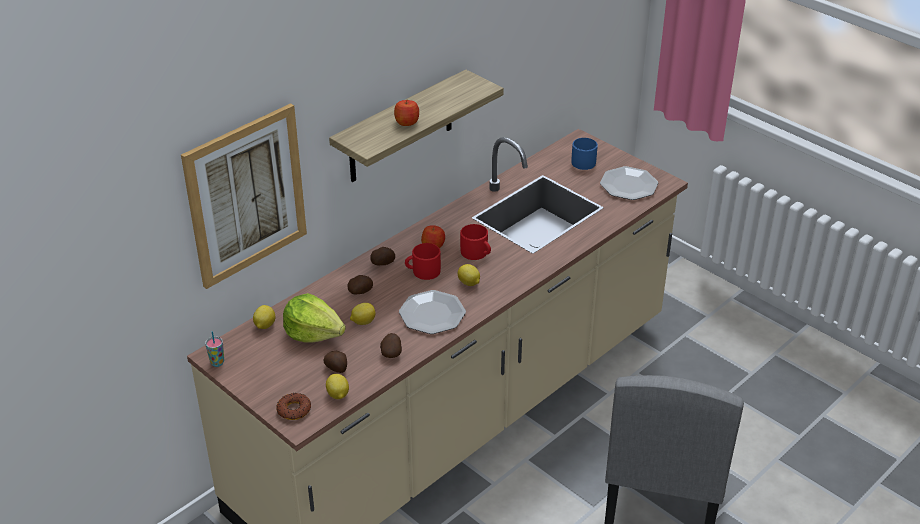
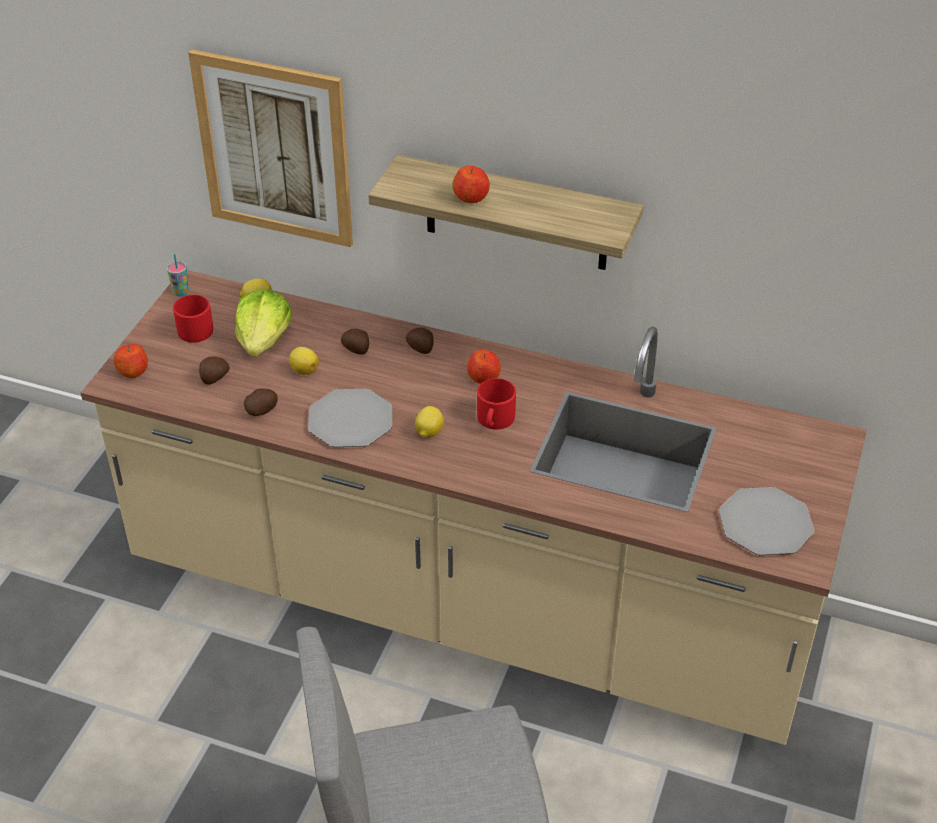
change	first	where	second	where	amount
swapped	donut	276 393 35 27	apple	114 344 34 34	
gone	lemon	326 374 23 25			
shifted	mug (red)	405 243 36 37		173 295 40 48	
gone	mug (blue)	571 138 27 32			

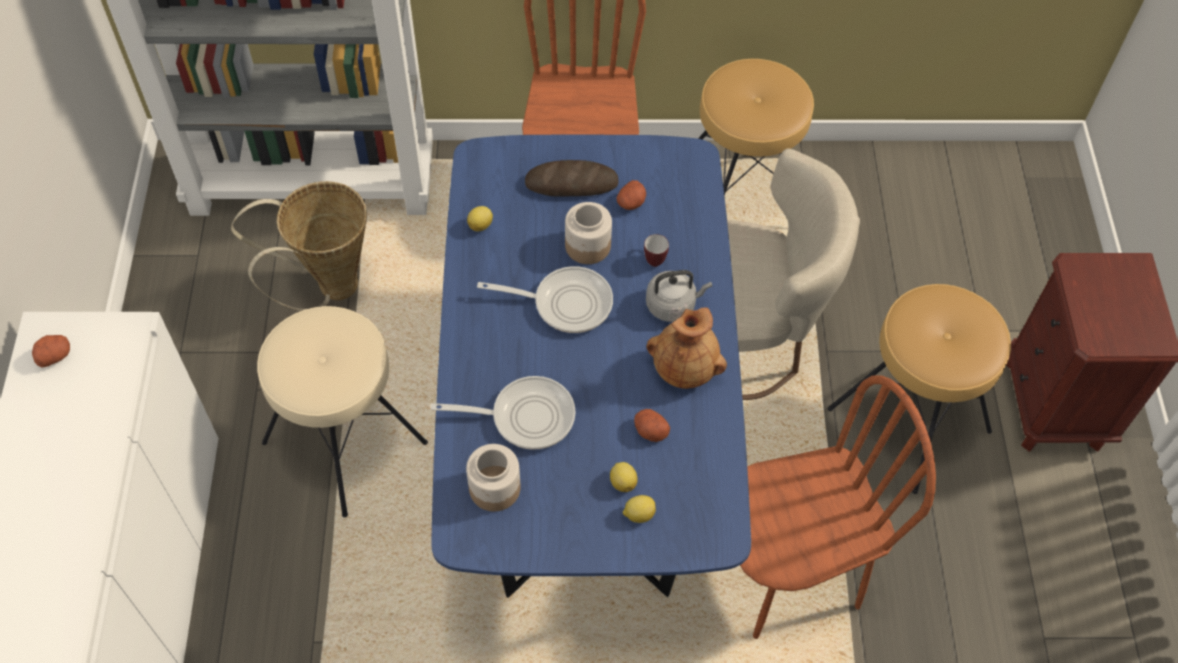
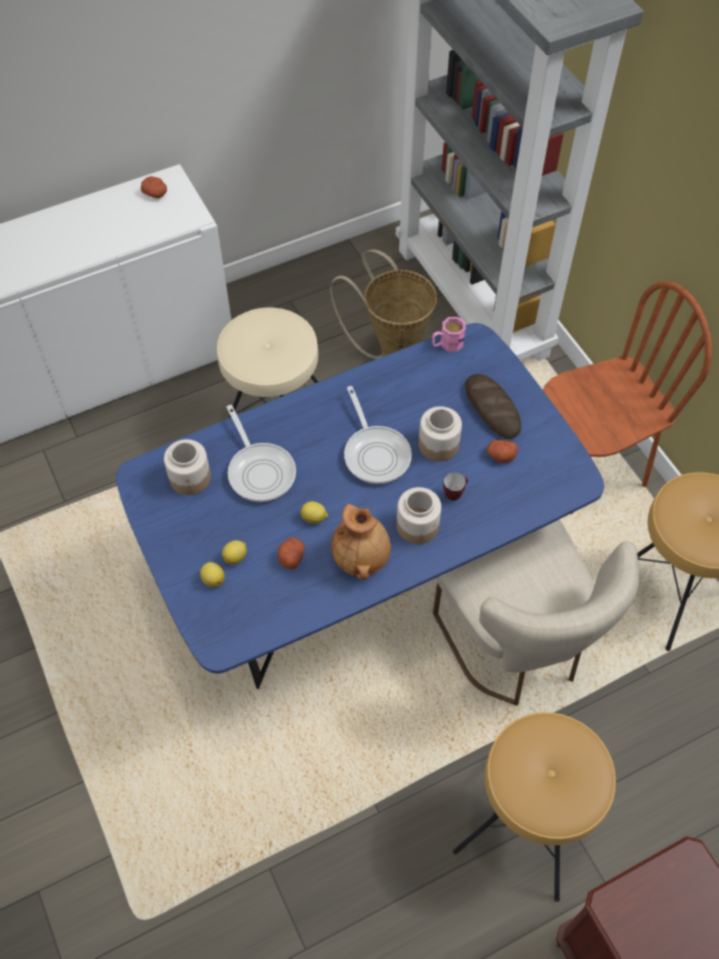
change	first	where	second	where	amount
shifted	lemon	467 206 26 26		300 501 28 23	
swapped	kettle (grey)	646 270 66 52	jar	396 487 45 57	
gone	chair (brown)	740 375 196 264			
new			mug (pink)	432 317 34 35	

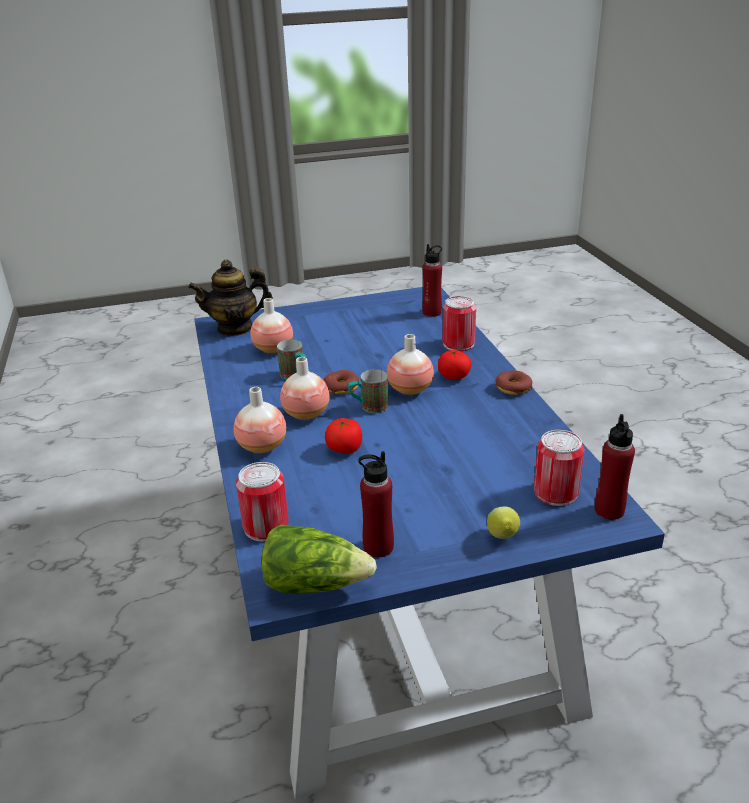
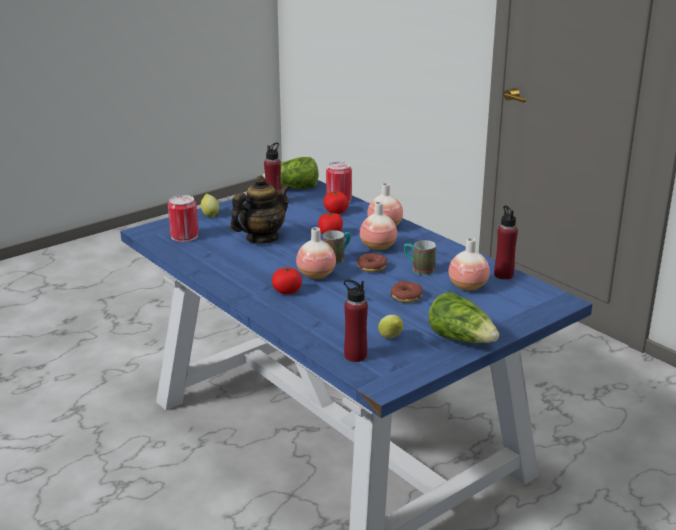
change	first	where	second	where	amount
shifted	teapot	188 259 85 77		230 175 61 69	
gone	can	443 296 33 55			
shifted	donut	495 370 37 25		390 281 33 22	
shifted	bottle (red)	595 414 40 106		494 206 24 74	
new			tomato	323 191 26 23	
new			lemon	378 315 25 24	
new			lettuce	428 292 71 51	

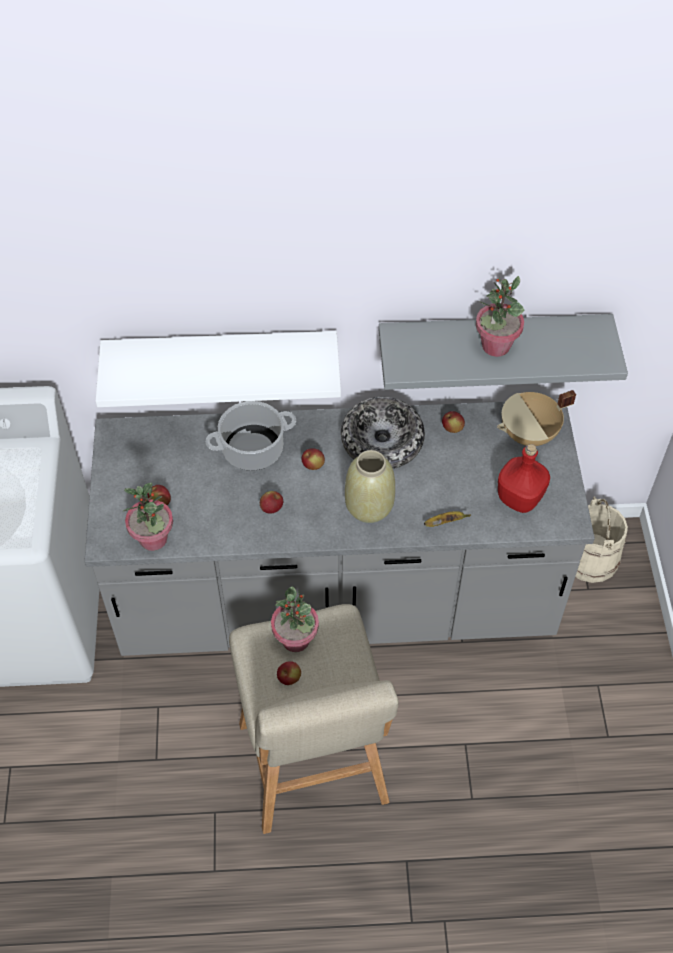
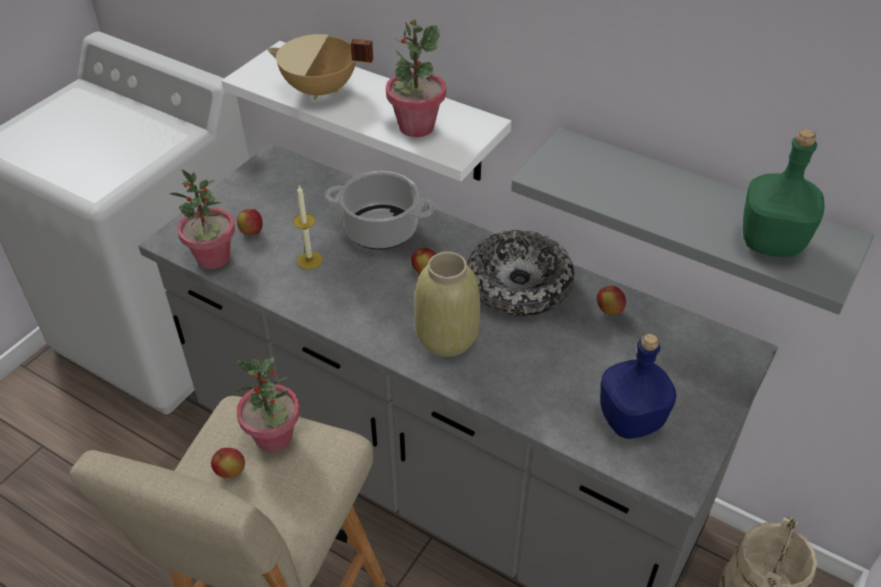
change	first	where	second	where	amount
gone	apple	260 491 23 23			
gone	banana	424 511 47 16			
shifted	potted plant	476 276 48 81		386 20 60 117	
shifted	cooking pot (beige)	497 390 79 56		268 34 106 66	
repainted	bottle (red)	498 444 52 69	bottle (blue)	600 334 76 105	
new			candle	293 185 29 84	
new			bottle (green)	743 129 81 128	

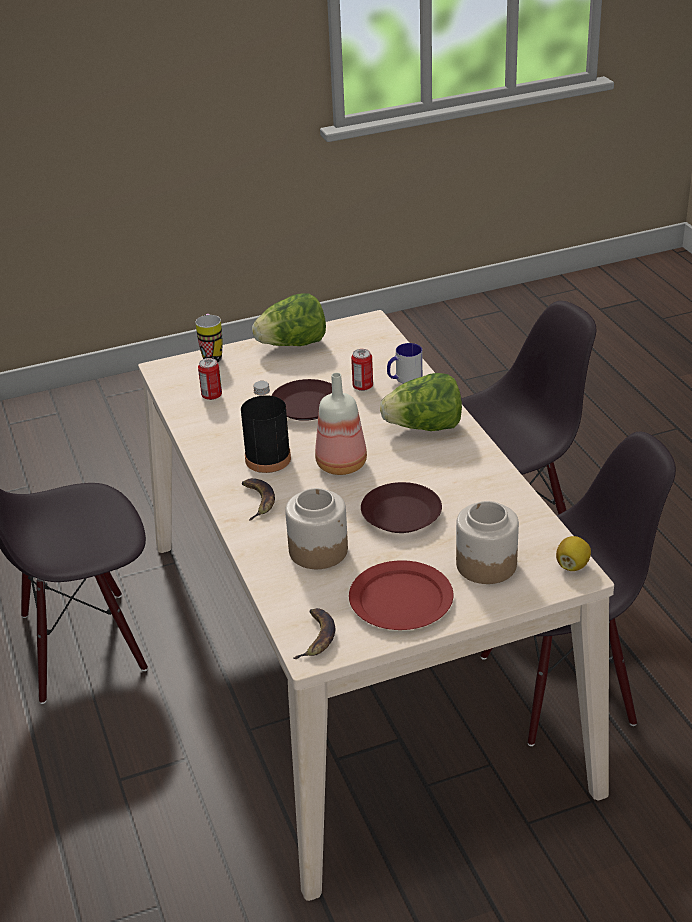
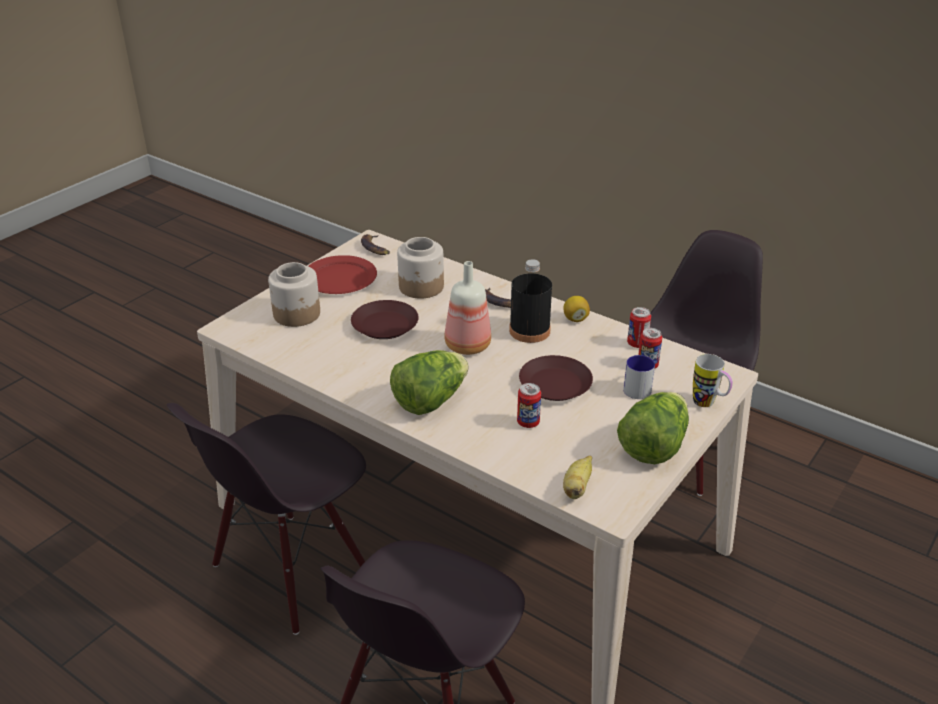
change	first	where	second	where	amount
shifted	mug	387 343 36 40		623 355 32 44	
shifted	lemon	556 536 35 35		563 296 27 26	
new			banana	563 455 29 44	
new			can	627 307 24 41	

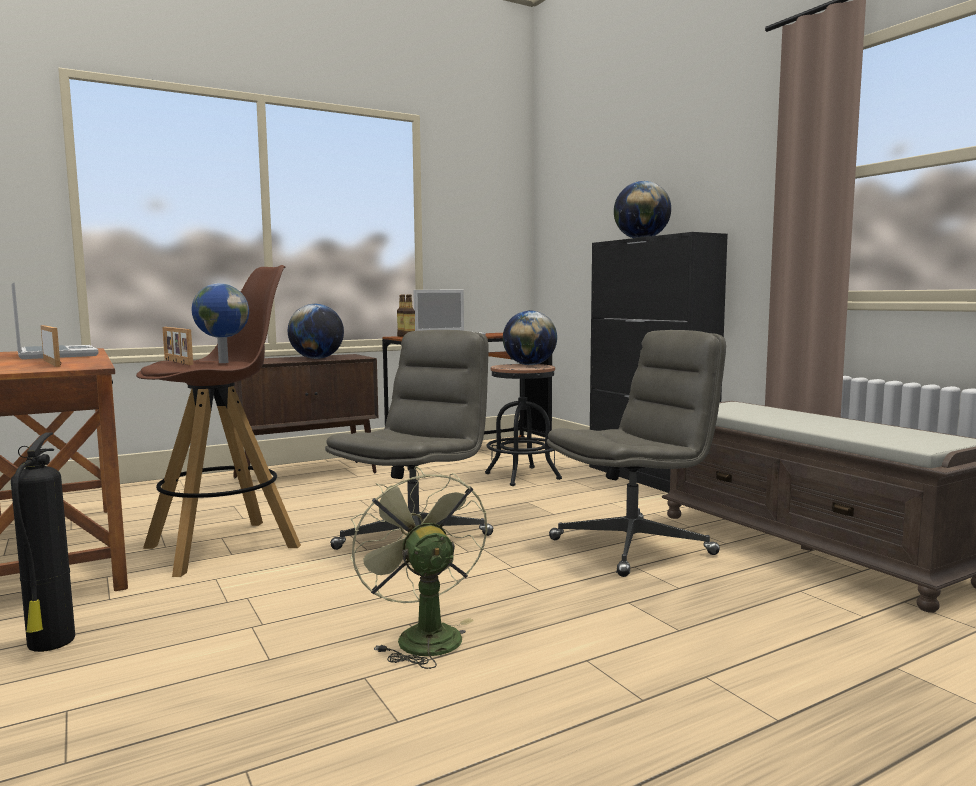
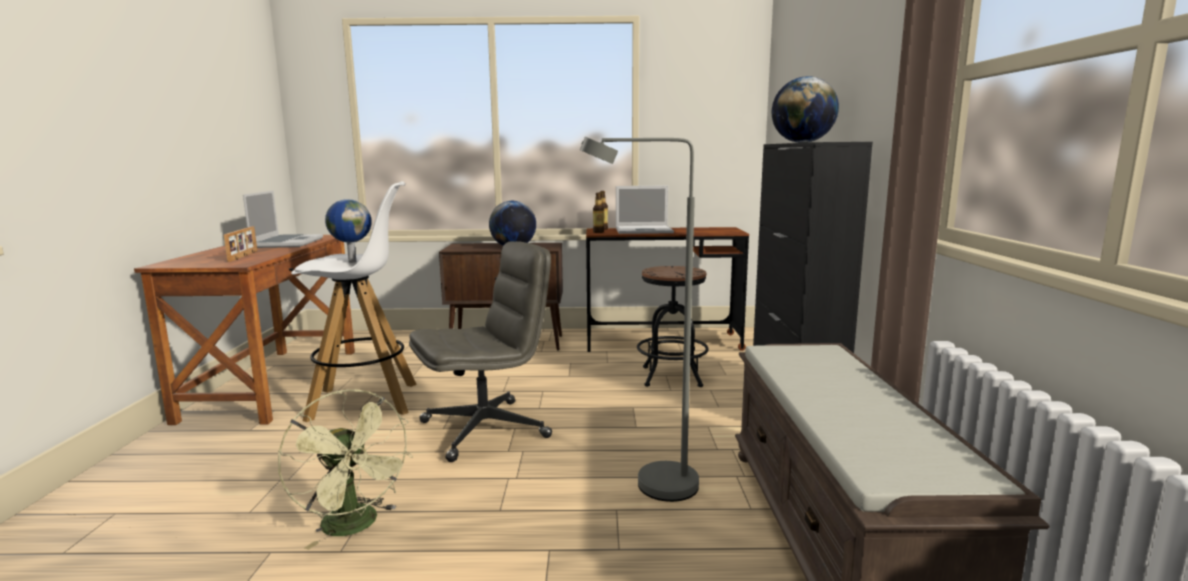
change	first	where	second	where	amount
gone	fire extinguisher	11 432 64 220			
repainted	stool (brown)	136 265 165 312	stool (white)	291 181 126 241	
gone	picture frame	163 327 30 38			
rotated	fan (green)	350 466 137 203		278 390 135 160	135 degrees clockwise
gone	globe	503 310 54 55			
swapped	office chair (grey)	547 330 179 247	floor lamp (grey)	580 137 119 365	

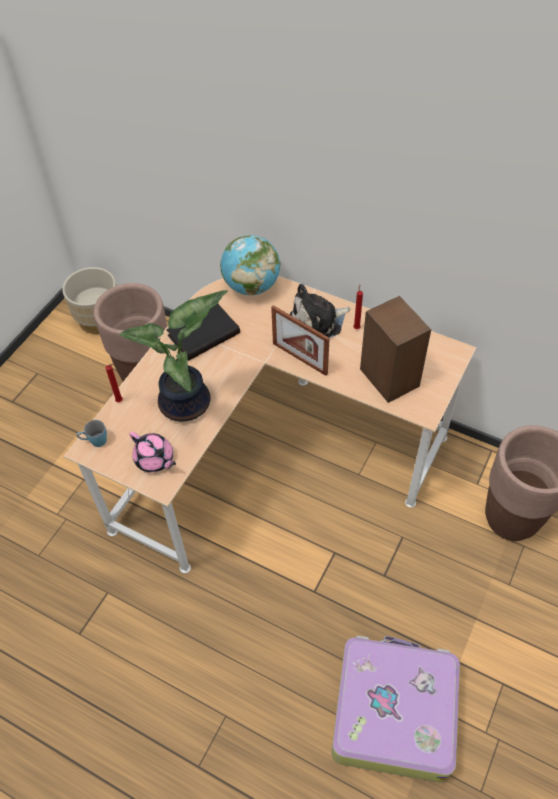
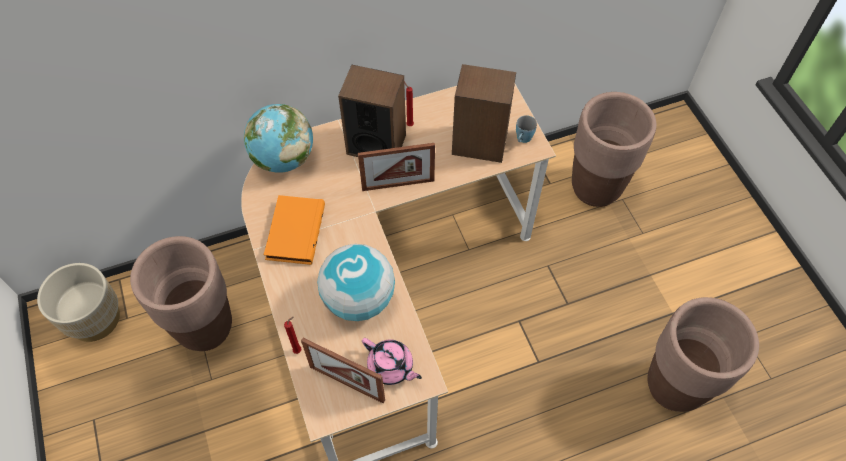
change	first	where	second	where	amount
shifted	mug (blue)	76 420 31 27		516 115 21 28	
swapped	potted plant	119 290 109 132	globe	317 244 78 77	
rotated	teapot (pink)	129 432 47 40		362 338 60 47	45 degrees clockwise
repainted	book (black)	166 304 74 57	book (orange)	264 195 61 70	
swapped	plush toy	290 284 60 54	speaker	338 65 68 92	
swapped	suitcase	331 636 129 146	planter (brown)	647 297 112 115	
new			picture frame	301 338 84 66	

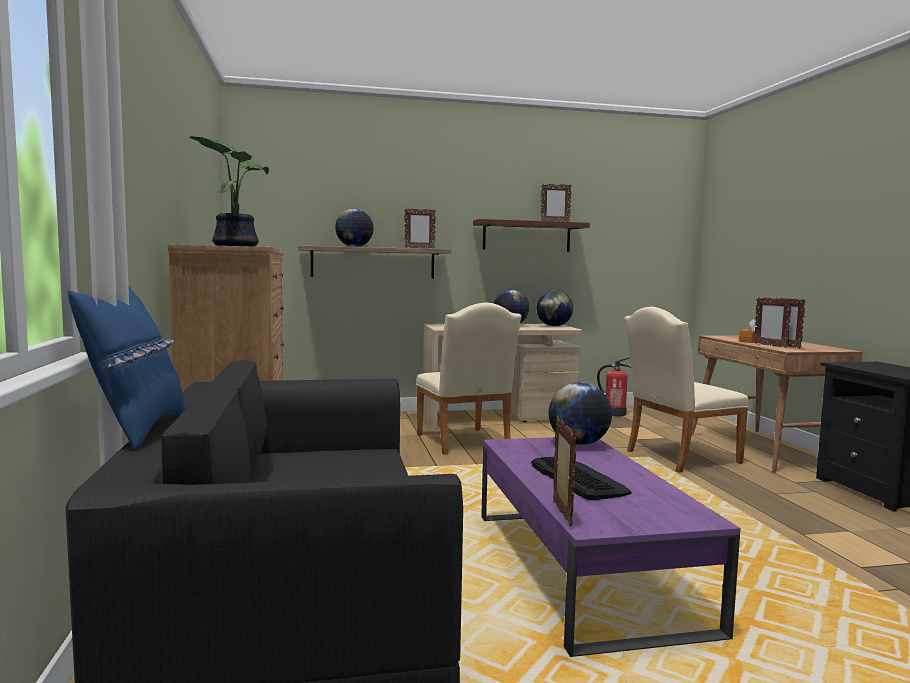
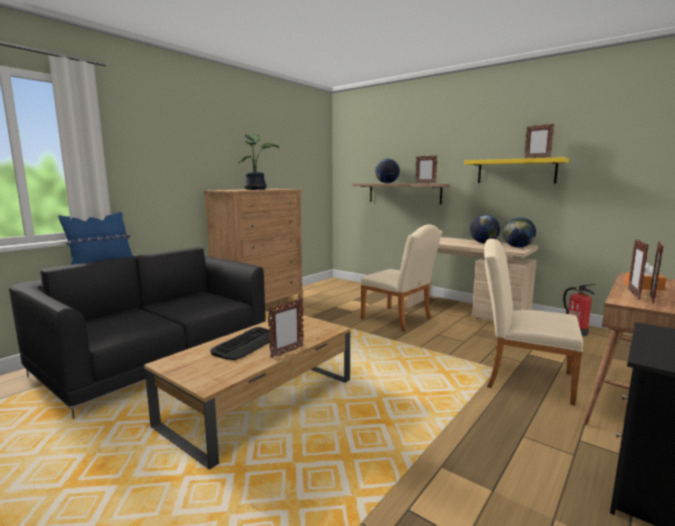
change	first	where	second	where	amount
rotated	chair (beige)	416 302 106 153		361 224 81 108	75 degrees counterclockwise
repainted	shelf (brown)	473 219 117 33	shelf (yellow)	464 157 105 26	
repainted	coffee table (purple)	481 437 260 220	coffee table (brown)	144 314 206 156	
gone	globe	548 382 64 63			
shifted	picture frame	553 416 24 111		267 298 37 60	

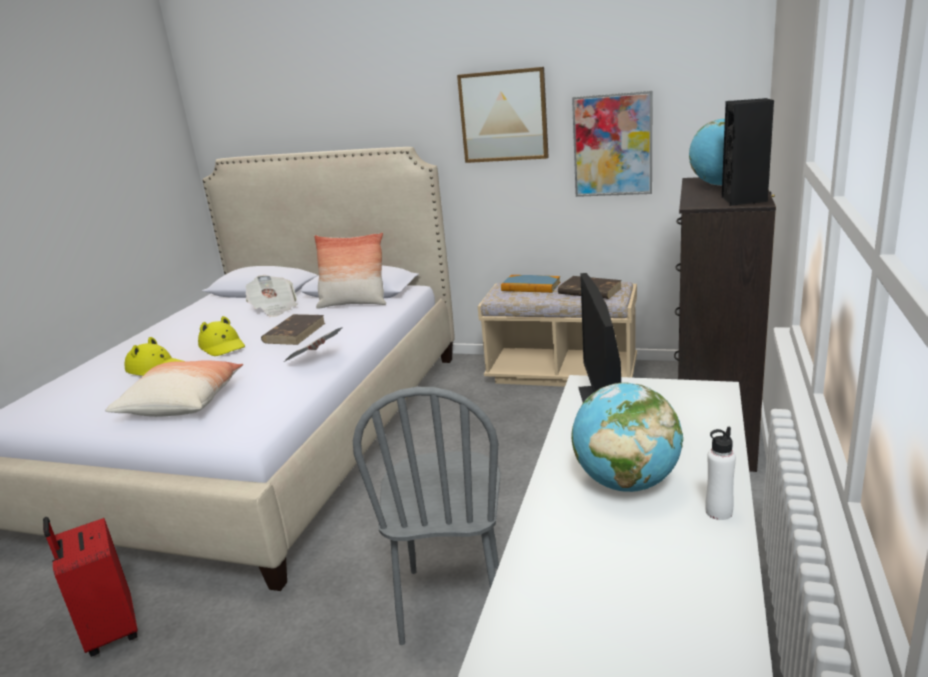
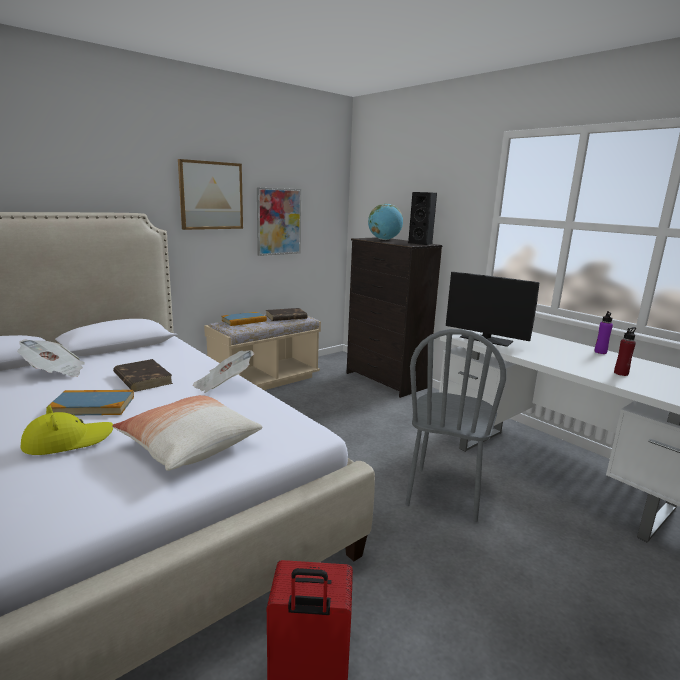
change	first	where	second	where	amount
swapped	hat (yellow)	198 316 47 40	book	50 390 84 26	
gone	pillow	314 233 72 76			
rotated	chair (grey)	353 387 148 258		405 329 101 193	75 degrees clockwise
gone	globe	572 383 111 109			
repainted	bottle (white)	705 427 31 93	bottle (purple)	594 311 19 43	
new			bottle (red)	614 327 22 49	

